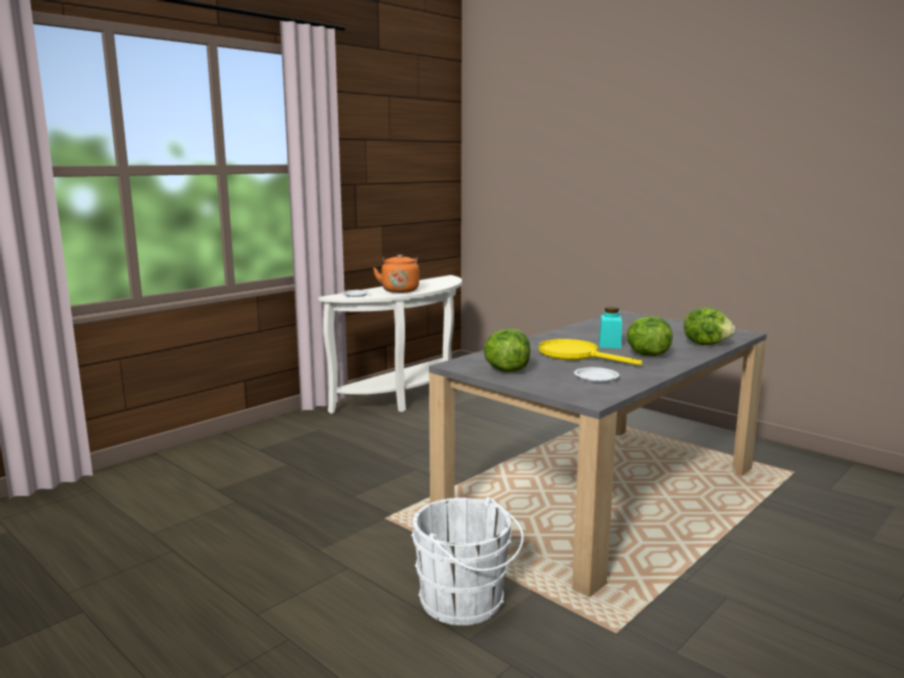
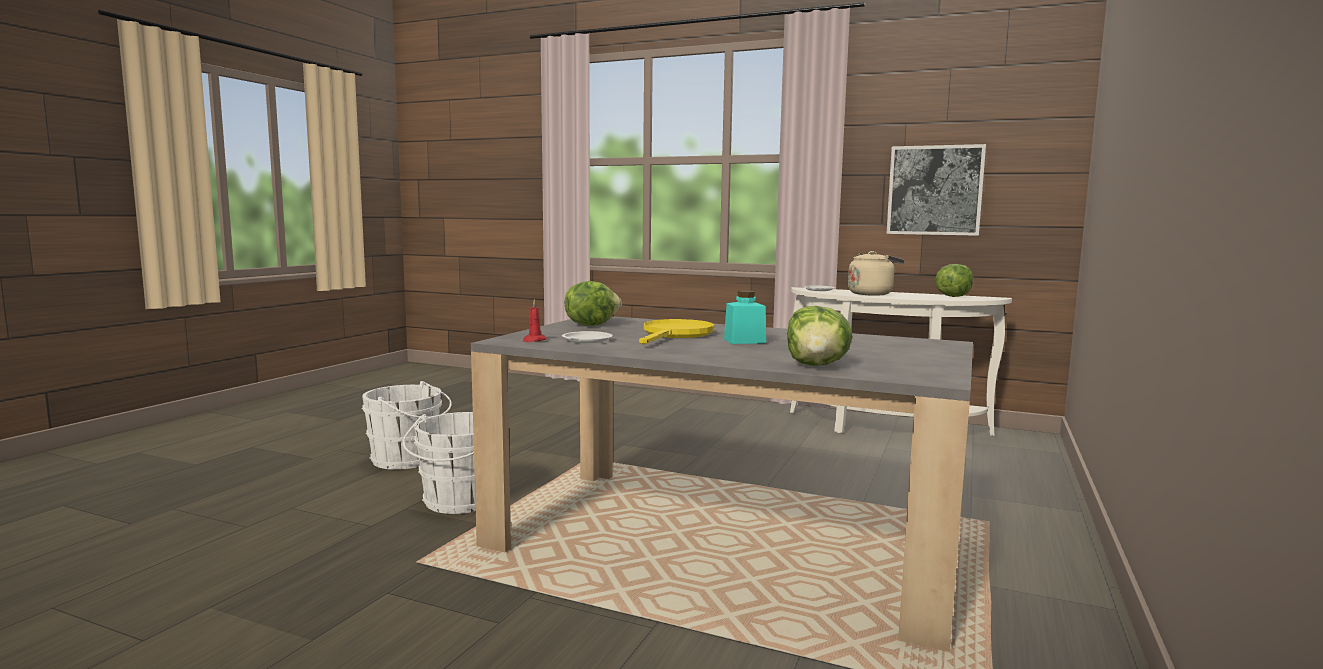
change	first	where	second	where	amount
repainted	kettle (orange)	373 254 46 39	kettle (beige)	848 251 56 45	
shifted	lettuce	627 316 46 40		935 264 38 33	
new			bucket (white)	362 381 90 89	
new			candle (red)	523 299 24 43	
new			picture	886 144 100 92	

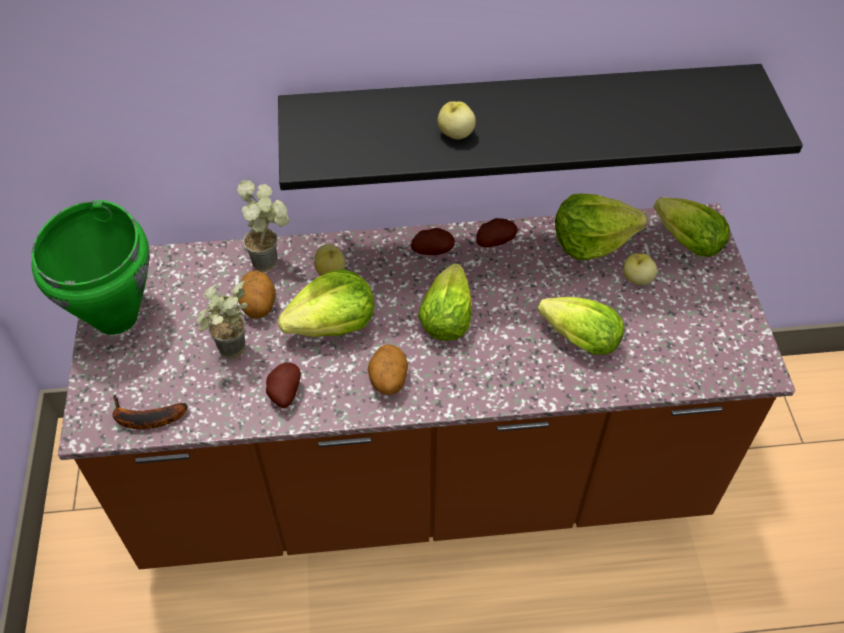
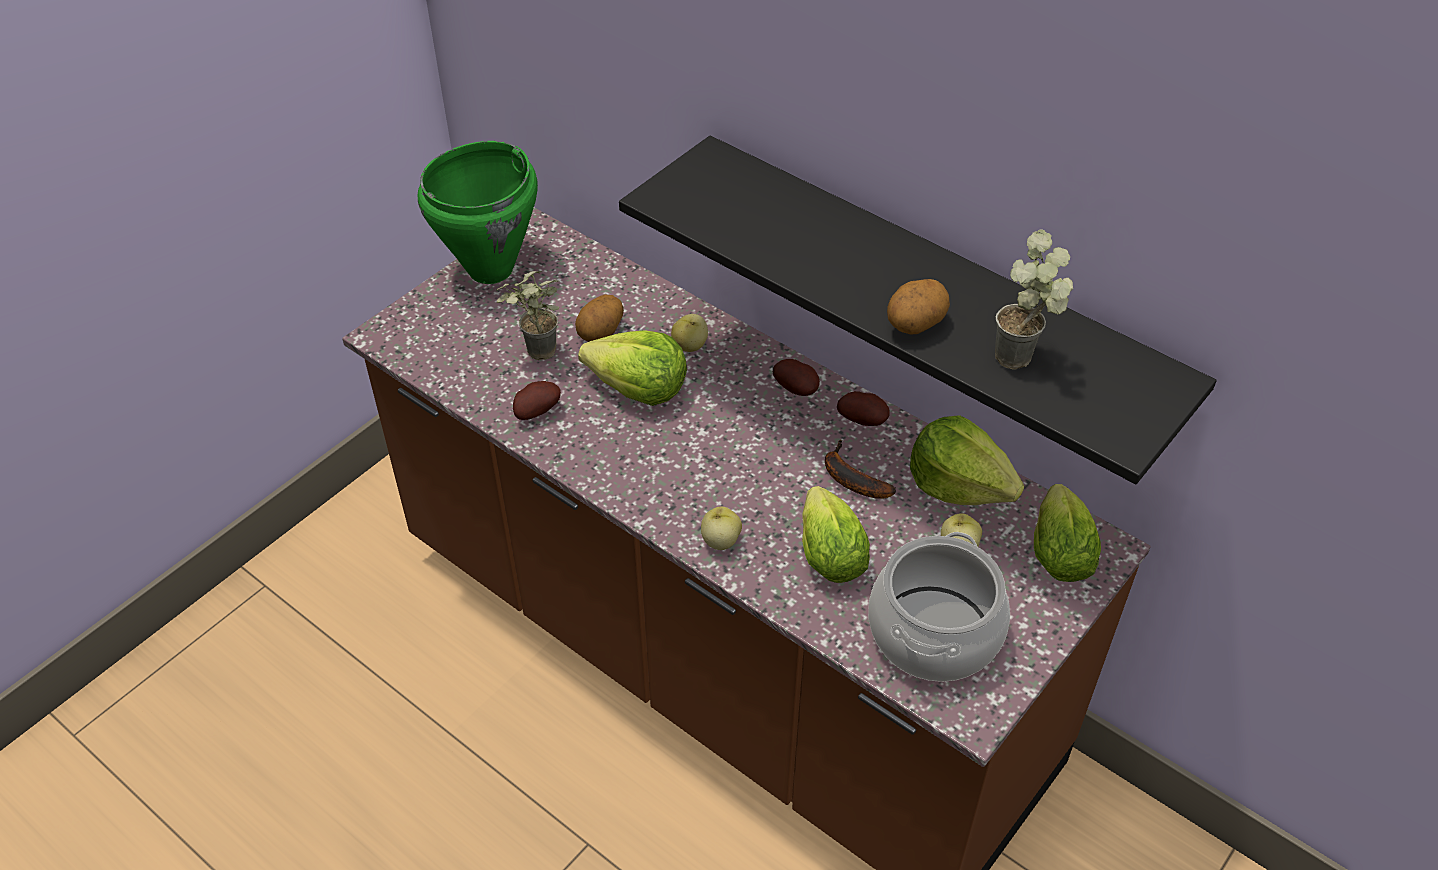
change	first	where	second	where	amount
shifted	banana	113 395 75 34		825 440 71 59	
shifted	potted plant	237 180 52 92		995 229 78 140	
shifted	potato	368 344 40 51		887 279 63 55	
gone	lettuce	418 263 54 78			
shifted	apple	437 101 39 39		701 507 41 43	
new			cooking pot	868 532 142 150	

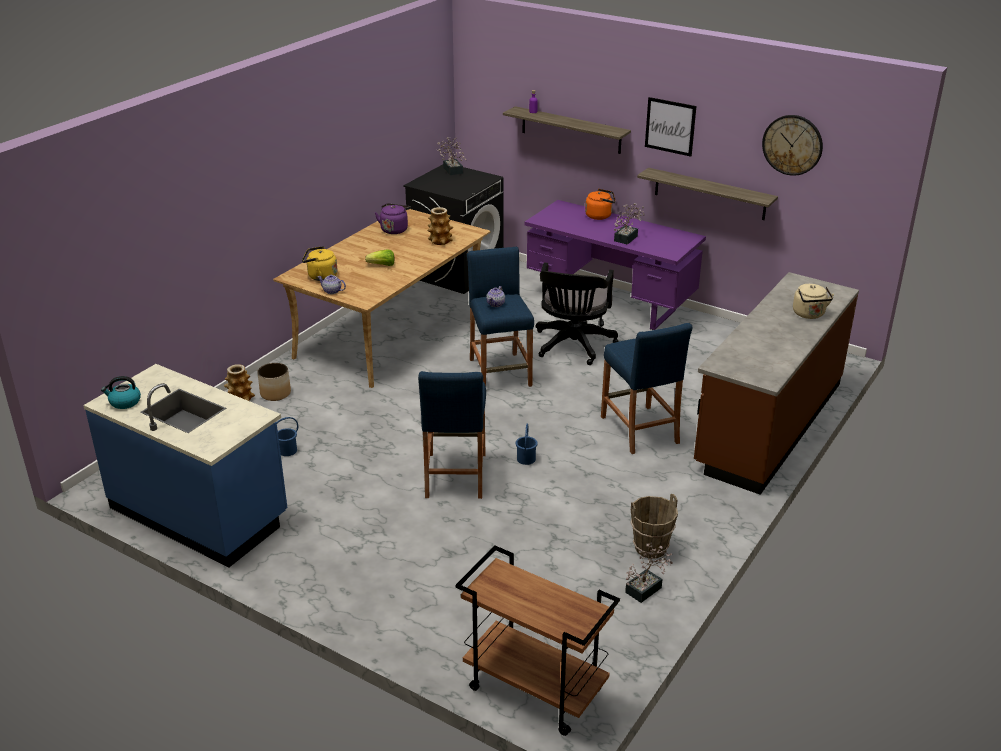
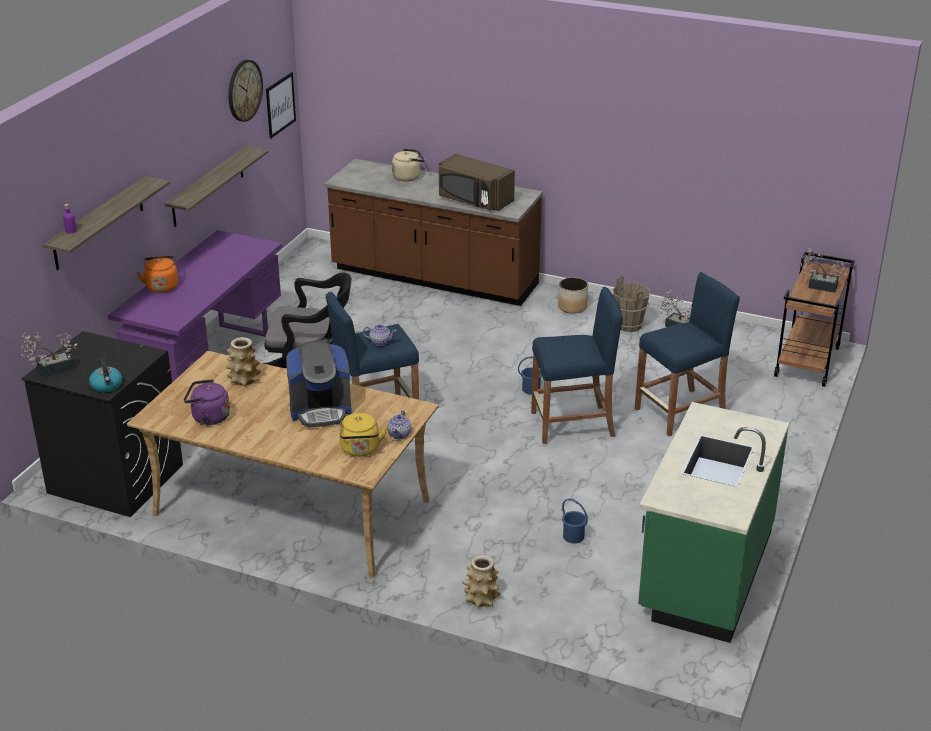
change	first	where	second	where	amount
repainted	counter (blue)	83 364 204 203	counter (green)	638 402 151 241	
shifted	kettle	101 376 40 33		89 357 33 35	
shifted	planter	257 363 34 38		558 277 30 37	
swapped	lettuce	365 249 30 17	coffee machine	286 341 66 86	
shifted	stool (blue)	601 323 91 131		635 272 105 164	
shifted	potted plant	614 203 31 42		801 247 46 46	
shifted	picture	645 97 51 60		266 72 30 67	
new			microwave (brown)	439 154 76 57	

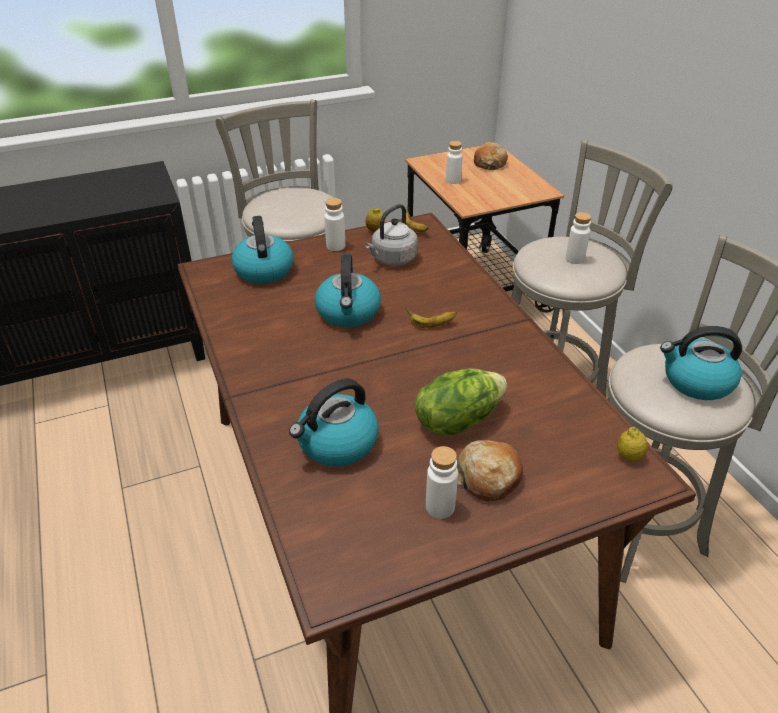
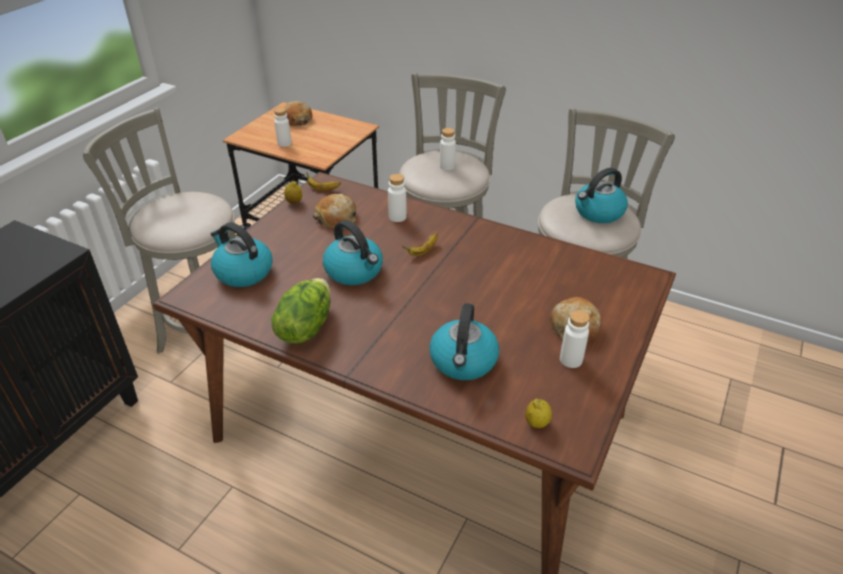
change	first	where	second	where	amount
shifted	bottle (white)	324 198 21 53		388 174 19 48	
swapped	kettle (grey)	365 204 53 62	bread	313 194 43 34	
shifted	lettuce	415 368 92 67		271 278 59 66	
shifted	lemon	617 427 31 34		525 399 27 29	

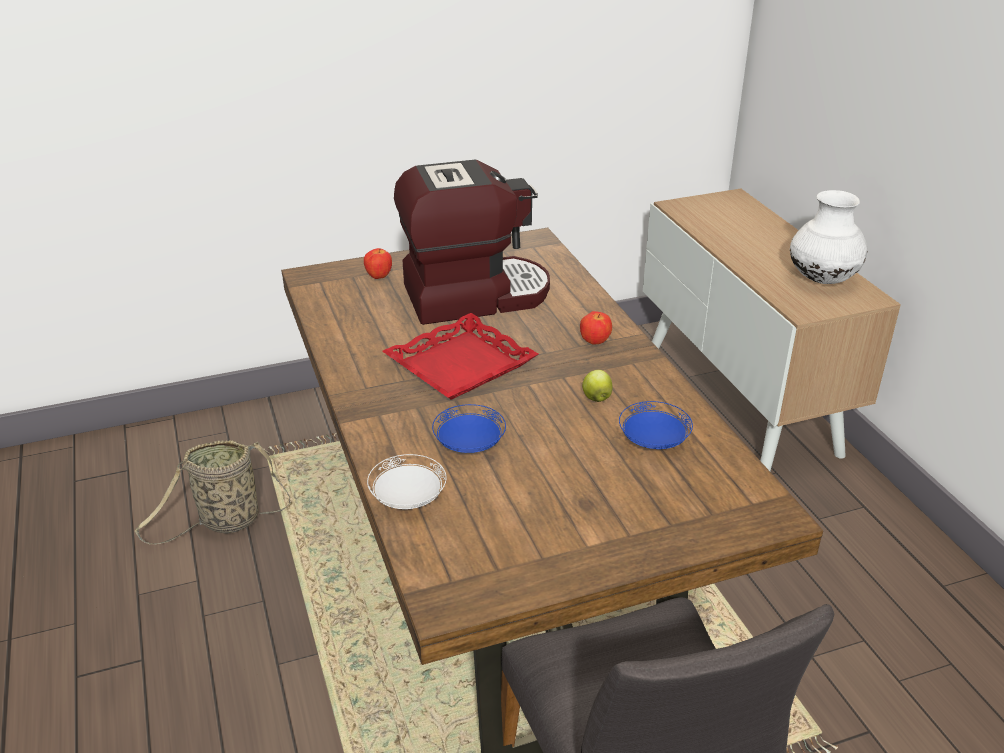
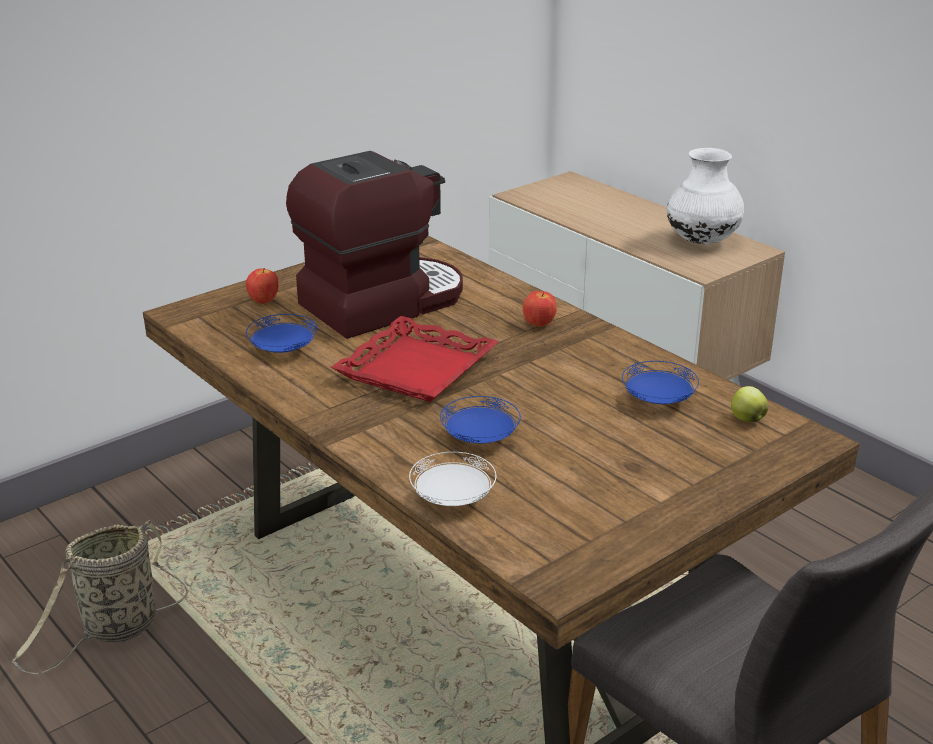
change	first	where	second	where	amount
shifted	apple	582 370 30 32		731 386 38 36	
new			plate (blue)	246 314 71 39	

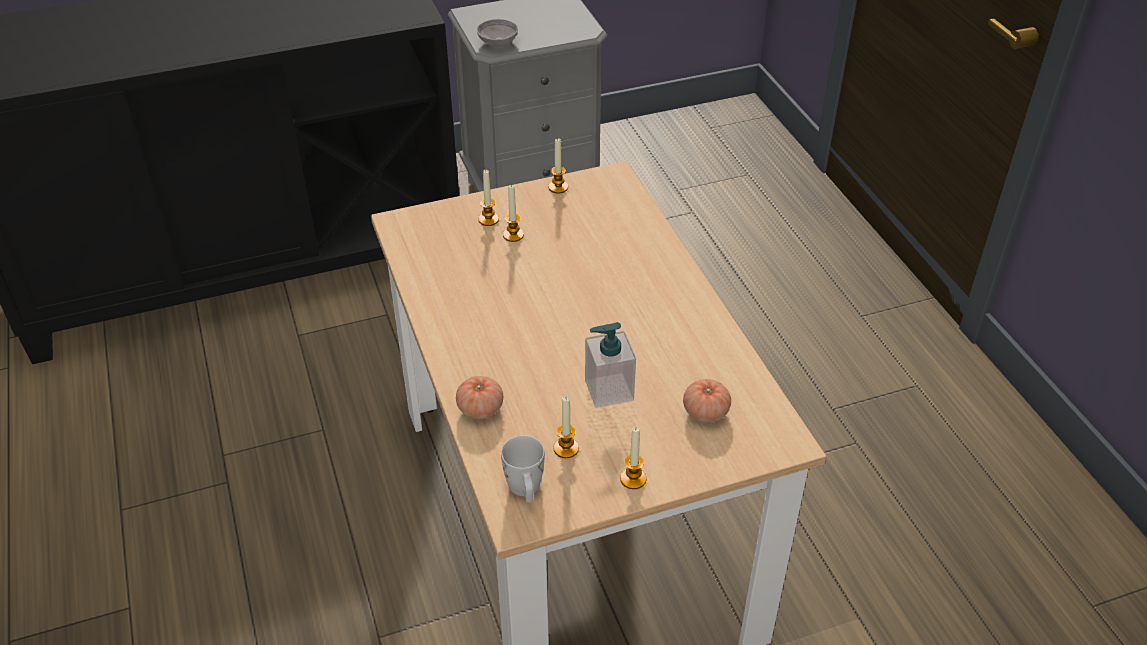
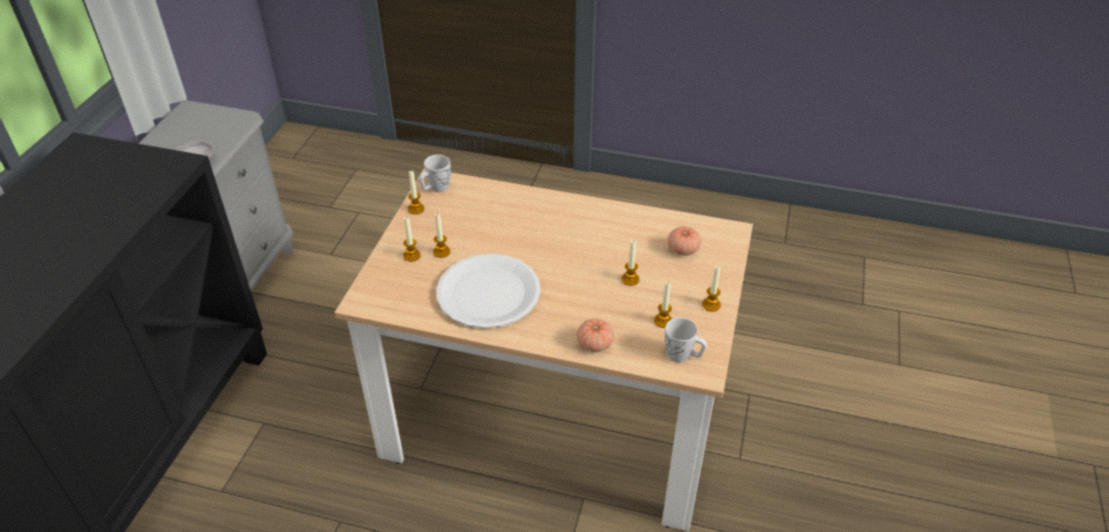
change	first	where	second	where	amount
swapped	soap dispenser	585 322 51 86	candle	622 240 17 46	
new			mug (white)	419 154 32 38	
new			plate (white)	436 254 105 74	

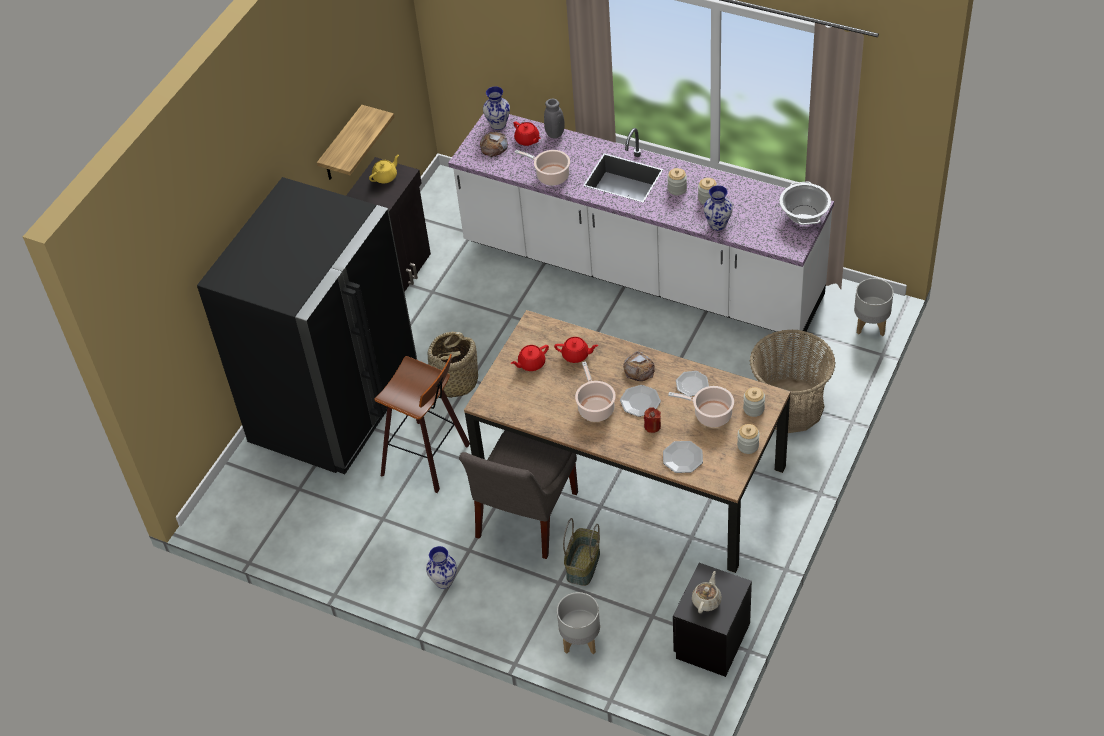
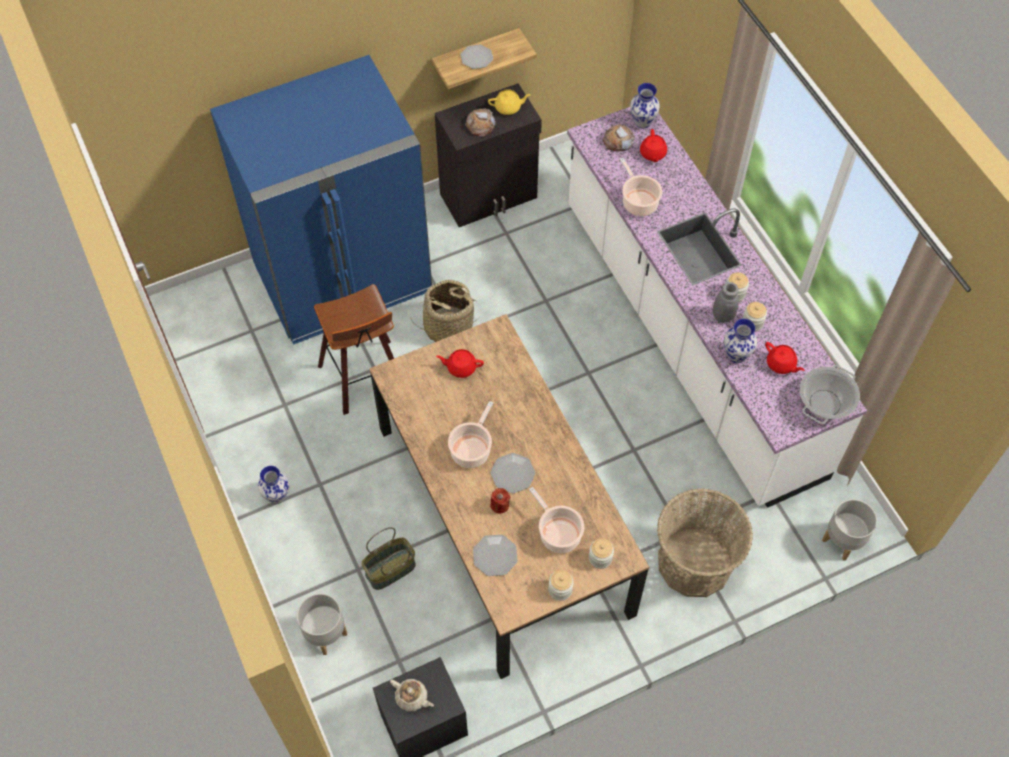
change	first	where	second	where	amount
repainted	fridge (black)	197 177 220 297	fridge (blue)	210 55 222 290	
gone	chair (grey)	459 430 119 129			
shifted	vase (grey)	544 99 21 39		713 282 26 41	
shifted	teapot (red)	554 337 44 26		765 342 39 32	
shifted	bread	623 351 32 30		465 109 31 28	
shifted	plate	676 371 33 25		460 44 33 25	
rotated	teapot (beige)	692 571 30 42		390 679 44 32	60 degrees clockwise

